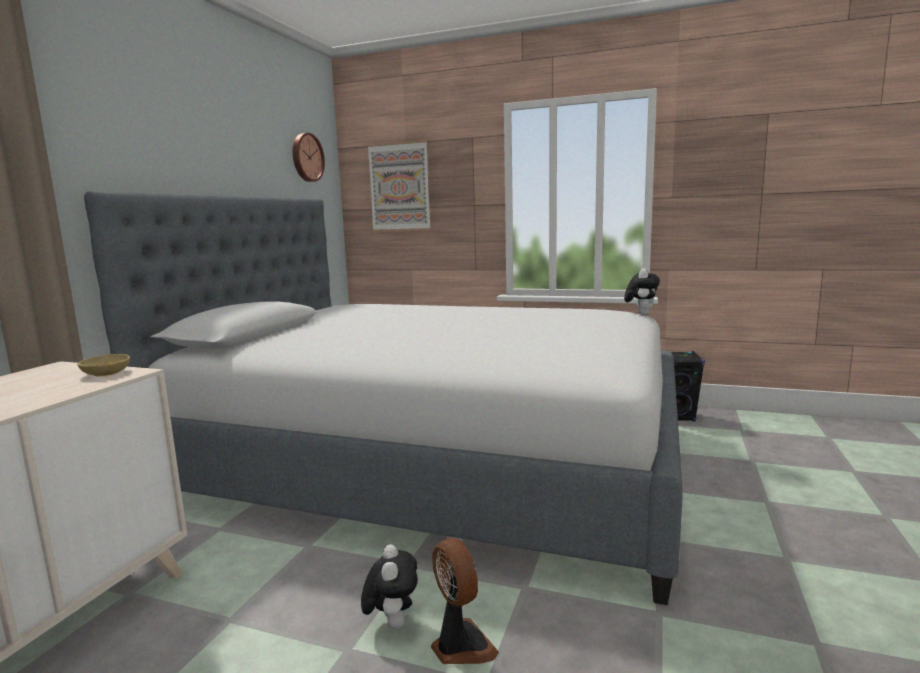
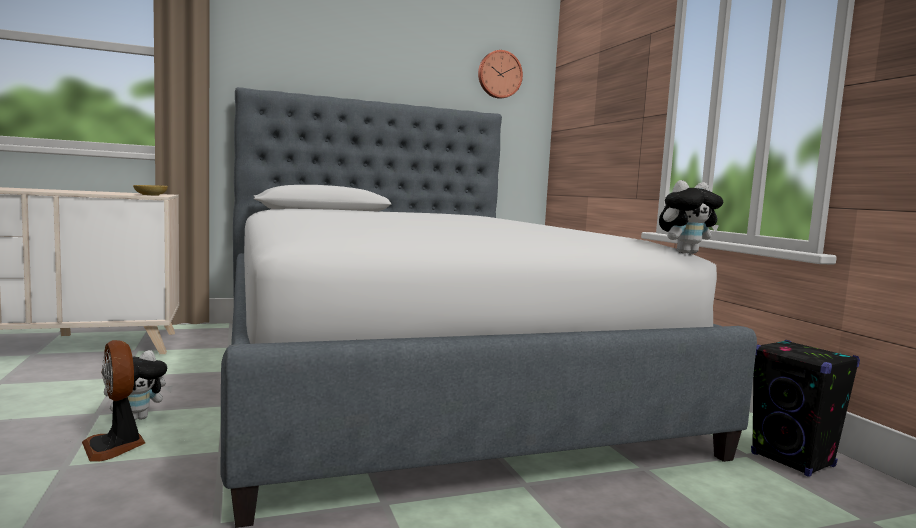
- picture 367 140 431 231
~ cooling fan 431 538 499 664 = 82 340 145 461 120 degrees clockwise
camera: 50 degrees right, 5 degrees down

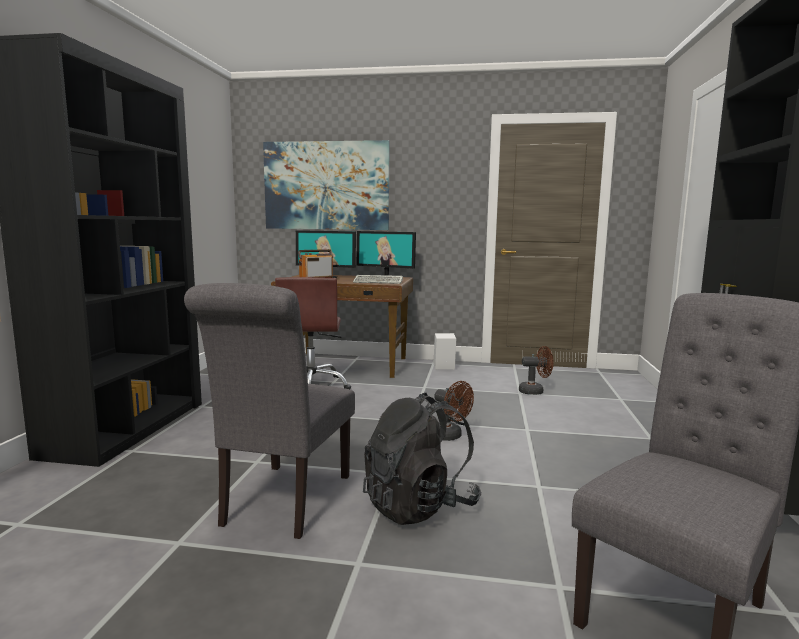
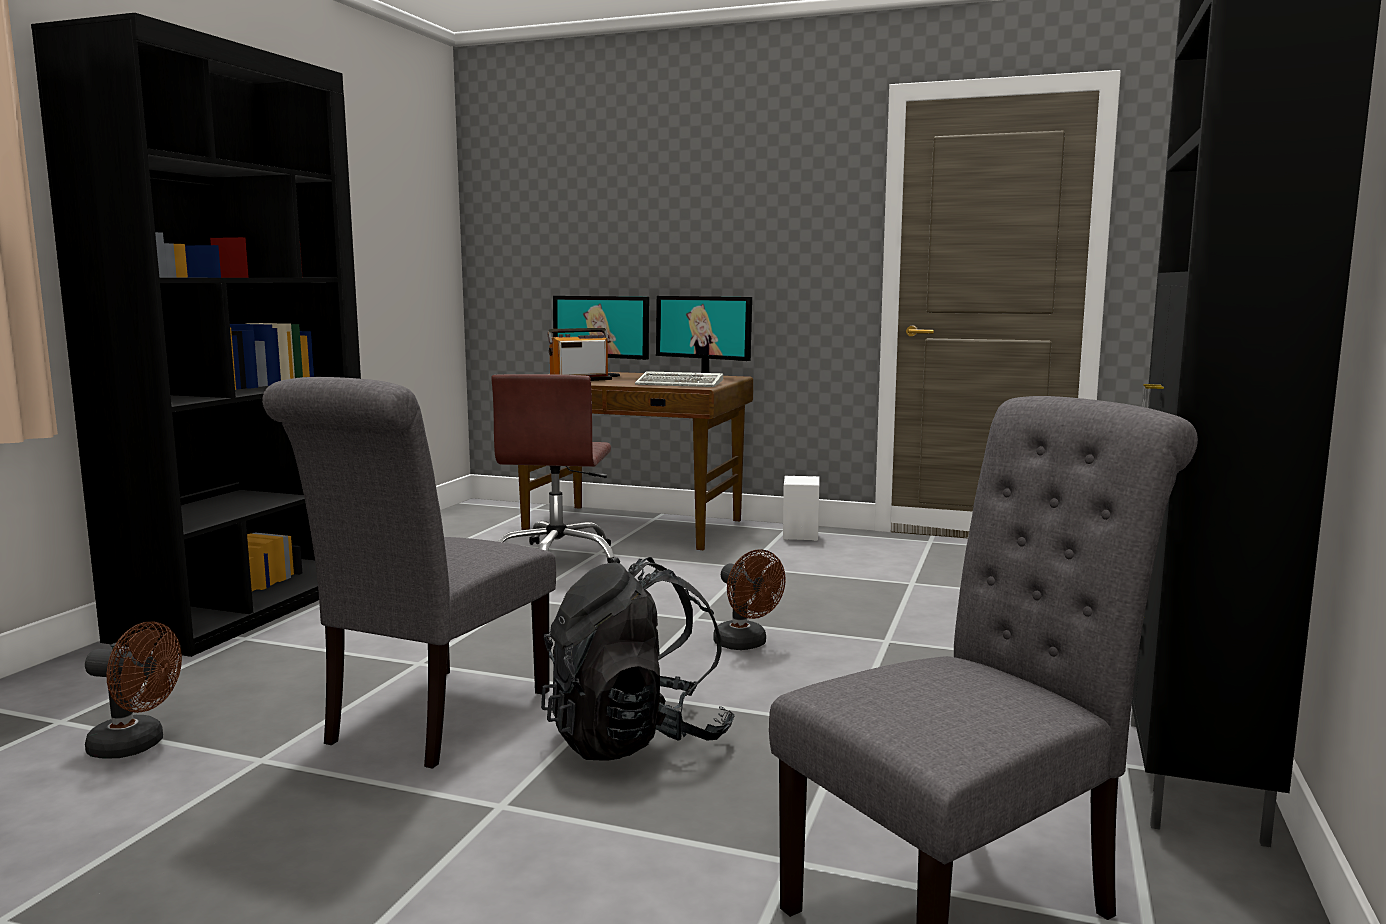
- picture 263 140 390 230
~ cooling fan (brown) 519 346 554 395 to 85 622 182 759
camera: 10 degrees right, 0 degrees up

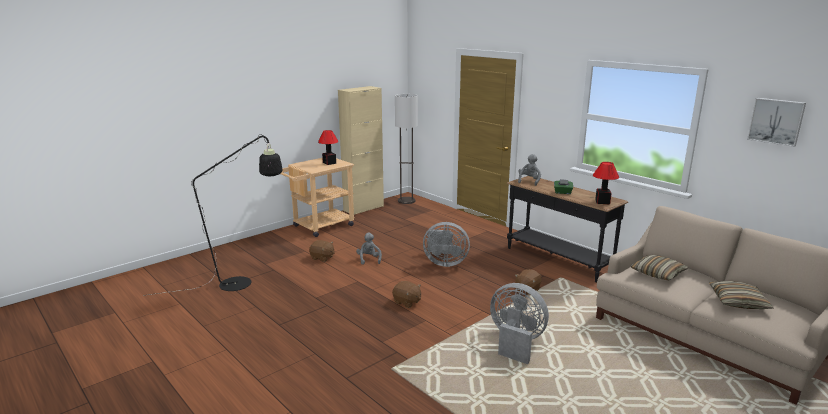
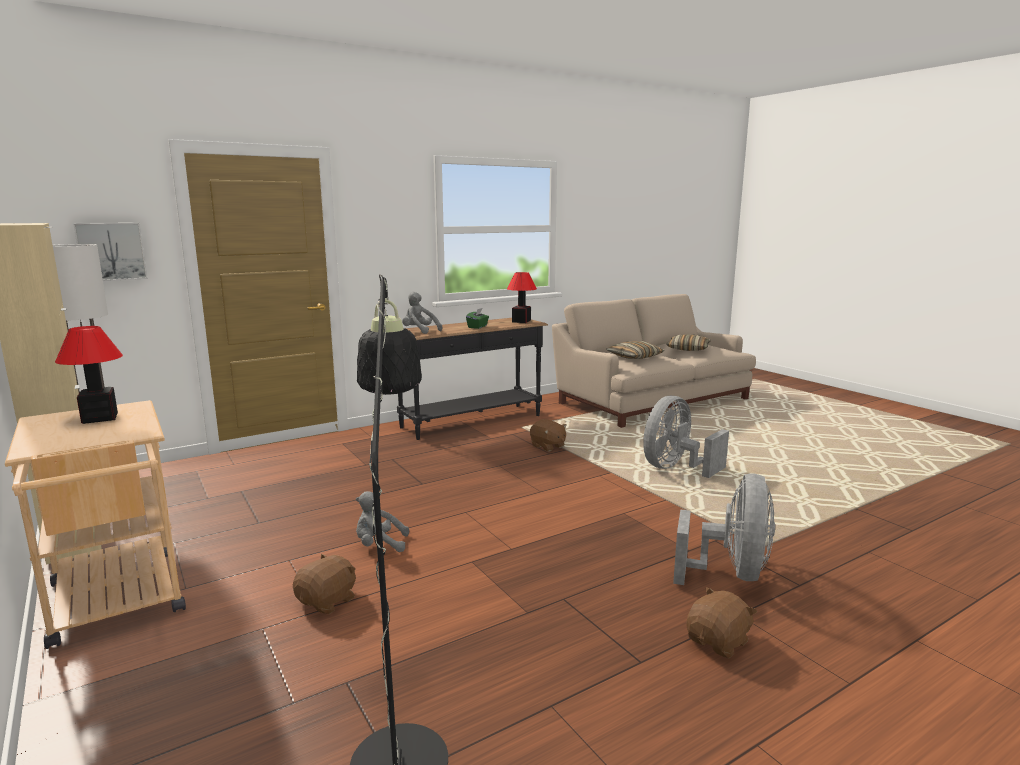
~ soft toy (brown) 392 281 421 308 to 687 587 757 658
~ cooling fan (grey) 423 222 470 267 to 673 473 775 585
~ picture 747 98 806 147 to 73 223 148 281
camera: 80 degrees left, 5 degrees down

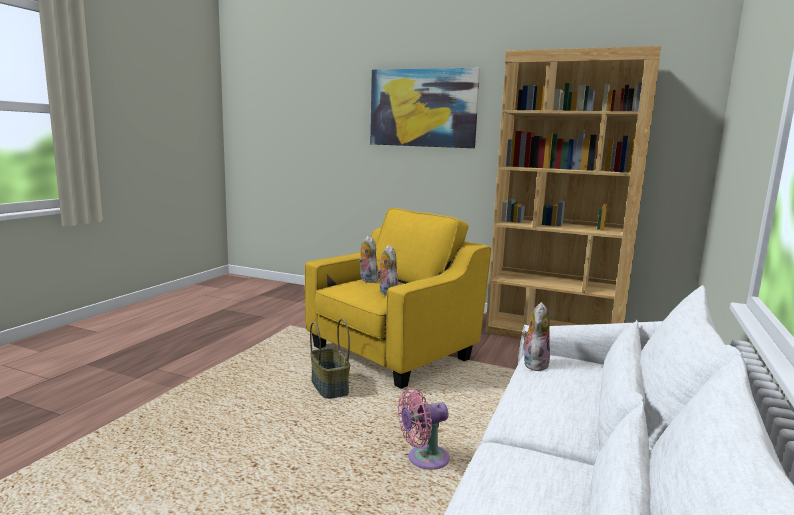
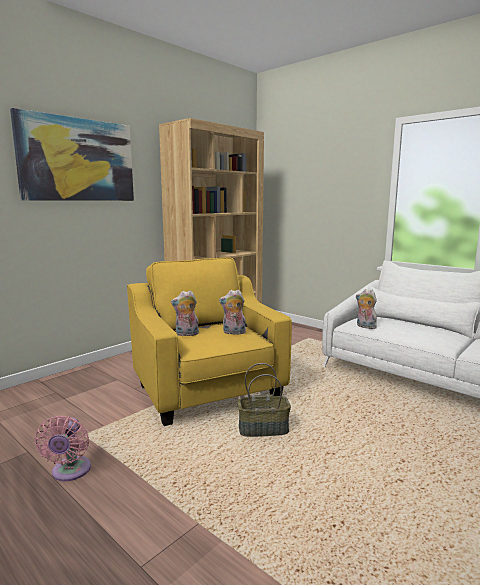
~ cooling fan (pinkish) 398 388 450 470 to 34 415 91 481
camera: 70 degrees left, 0 degrees up

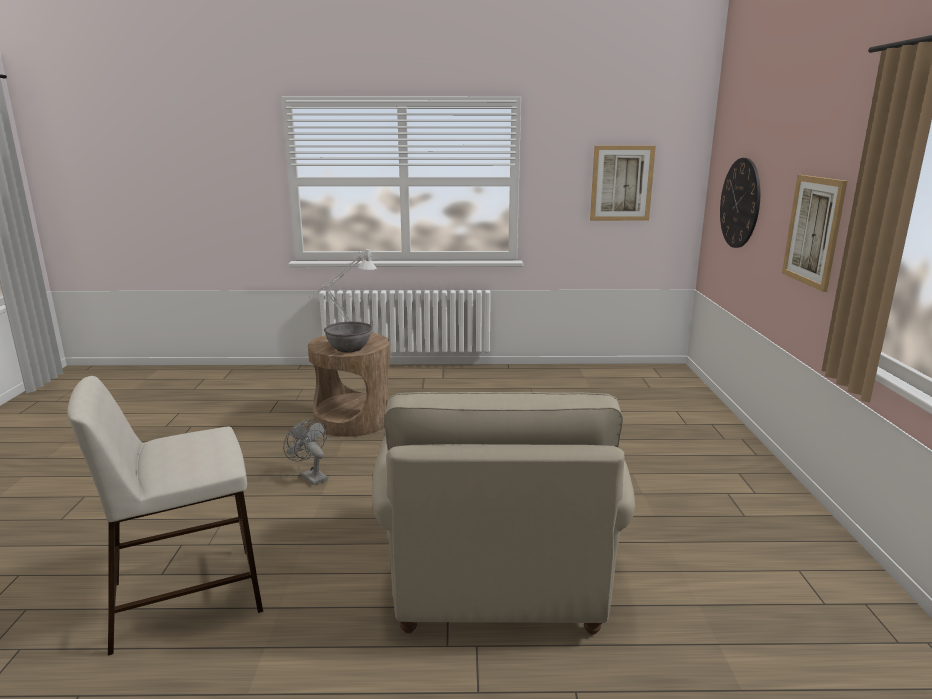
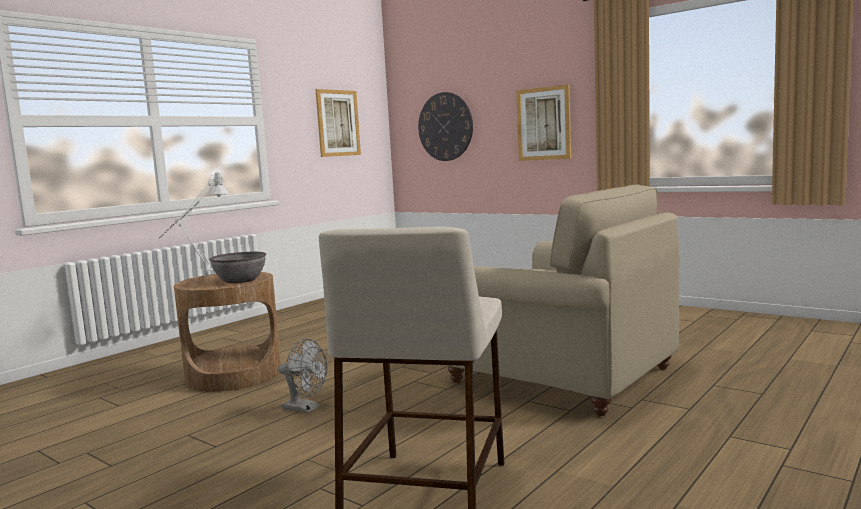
~ cooling fan (grey) 283 419 328 485 = 278 338 328 414 150 degrees counterclockwise
camera: 50 degrees left, 10 degrees down

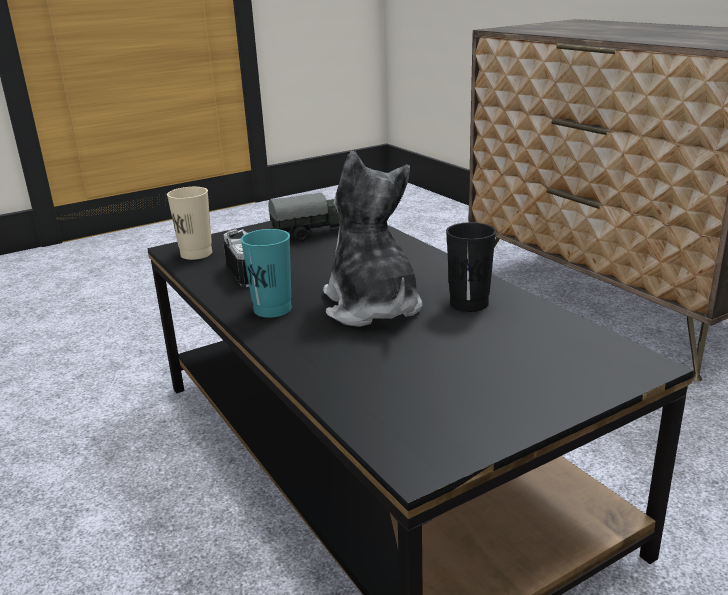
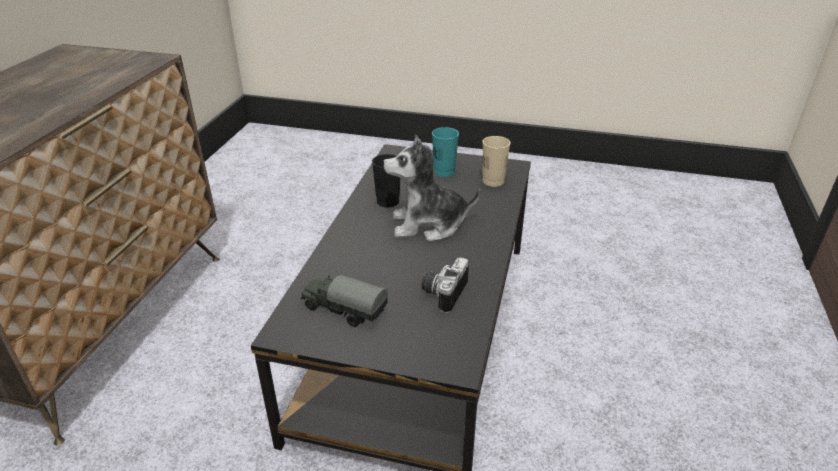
~ small cup (beige-coloured) 167 187 212 260 to 483 136 510 187
~ small cup (turquoise-coloured) 241 229 292 318 to 432 127 459 177
~ soft toy 323 151 422 327 = 383 135 481 242 60 degrees clockwise
camera: 135 degrees left, 10 degrees up

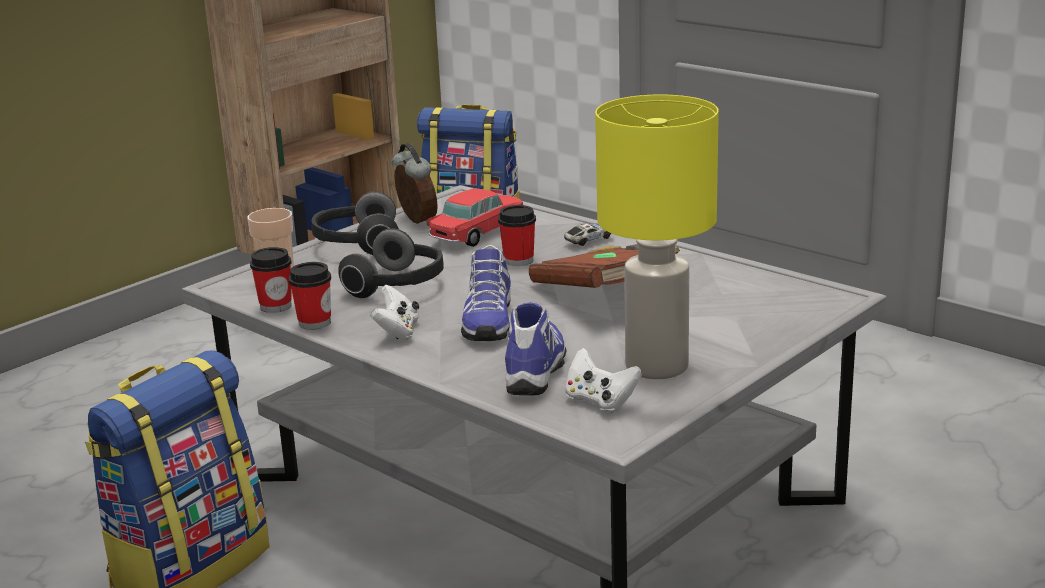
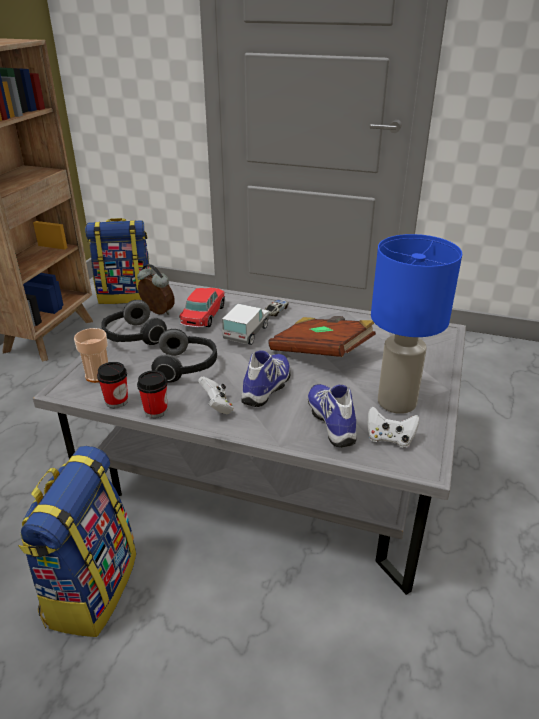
~ small cup 498 205 536 266 to model truck 222 304 269 345
~ tabletop lamp (yellowish) 595 94 719 379 to tabletop lamp (blue) 371 234 462 414
~ low shoe 461 245 511 341 = 241 350 290 407 135 degrees counterclockwise
camera: 25 degrees left, 10 degrees up

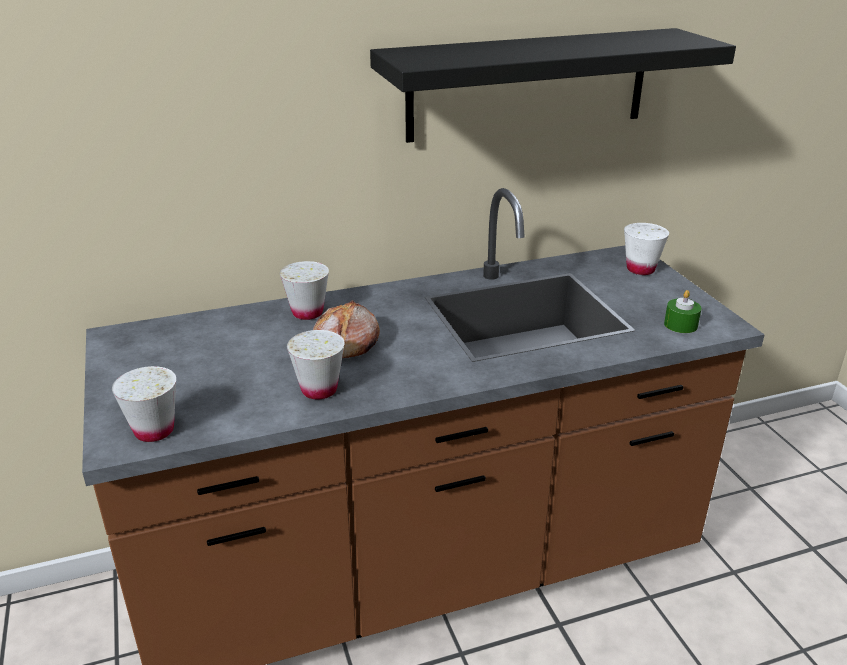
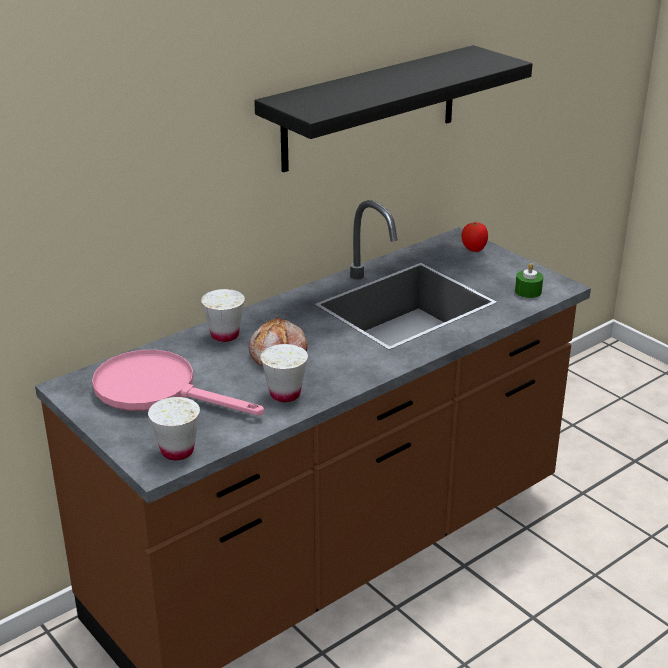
+ pan (pinkish) 92 350 264 415
~ small cup (whitish) 624 223 669 275 to fresh tomato 462 222 488 252
camera: 20 degrees left, 0 degrees up

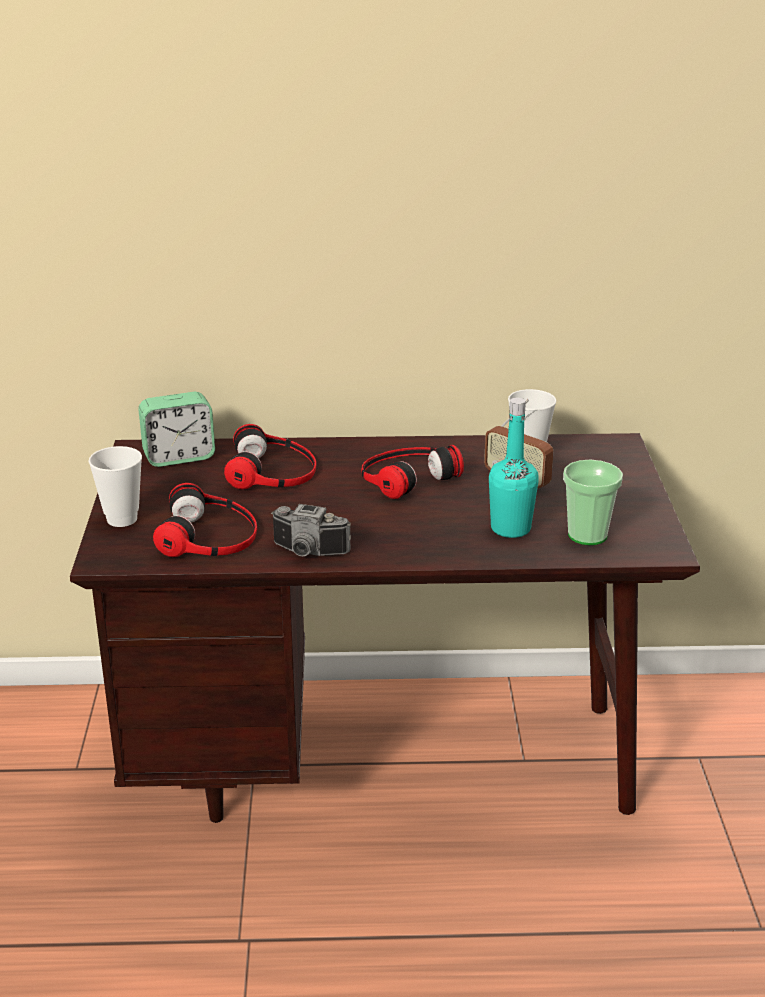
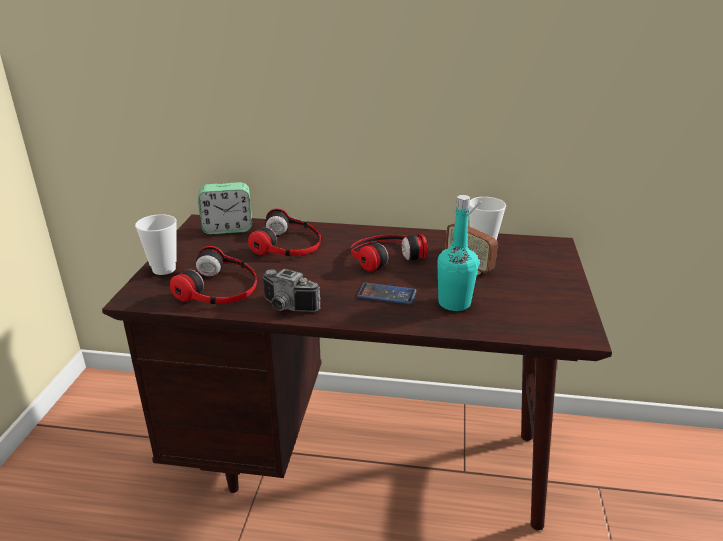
- small cup 563 460 623 545
+ handset 357 282 417 304
camera: 10 degrees right, 0 degrees up

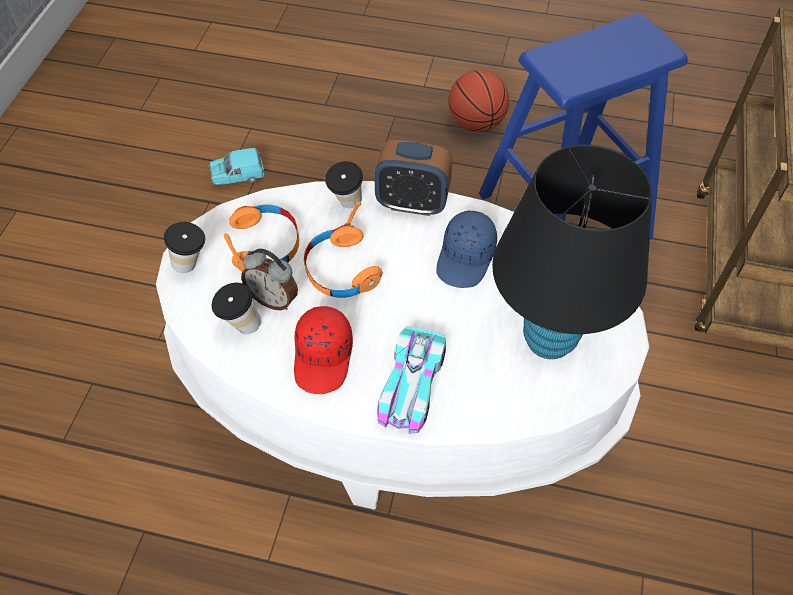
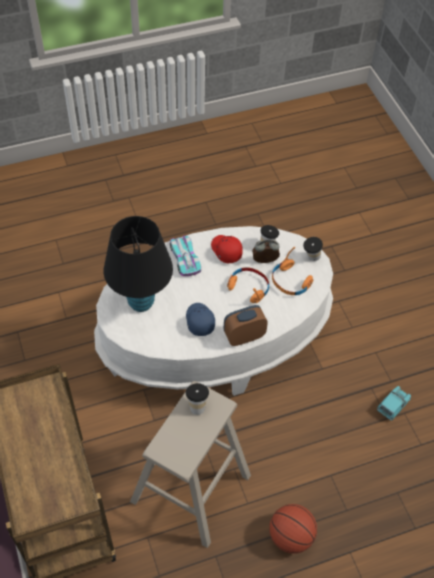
~ small cup 325 161 363 208 to 186 383 209 415
~ sitting stool (blue) 479 14 688 240 to sitting stool (beige-coloured) 130 381 251 548
camera: 145 degrees right, 0 degrees up

